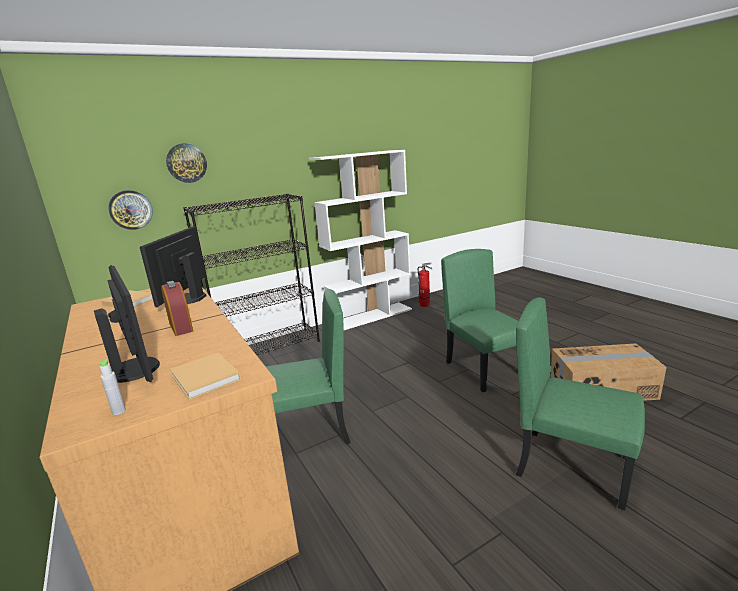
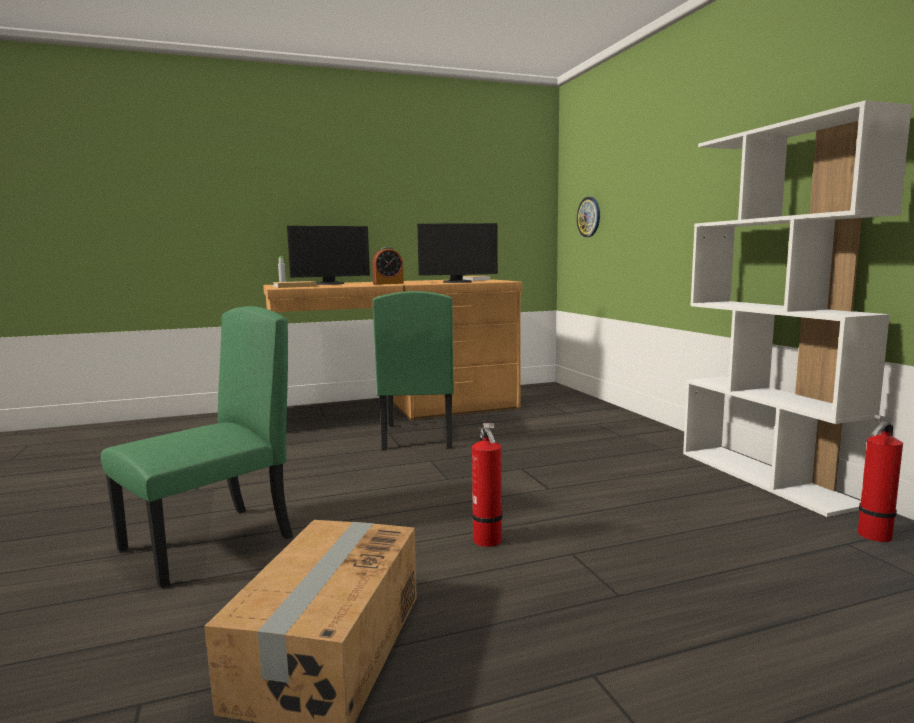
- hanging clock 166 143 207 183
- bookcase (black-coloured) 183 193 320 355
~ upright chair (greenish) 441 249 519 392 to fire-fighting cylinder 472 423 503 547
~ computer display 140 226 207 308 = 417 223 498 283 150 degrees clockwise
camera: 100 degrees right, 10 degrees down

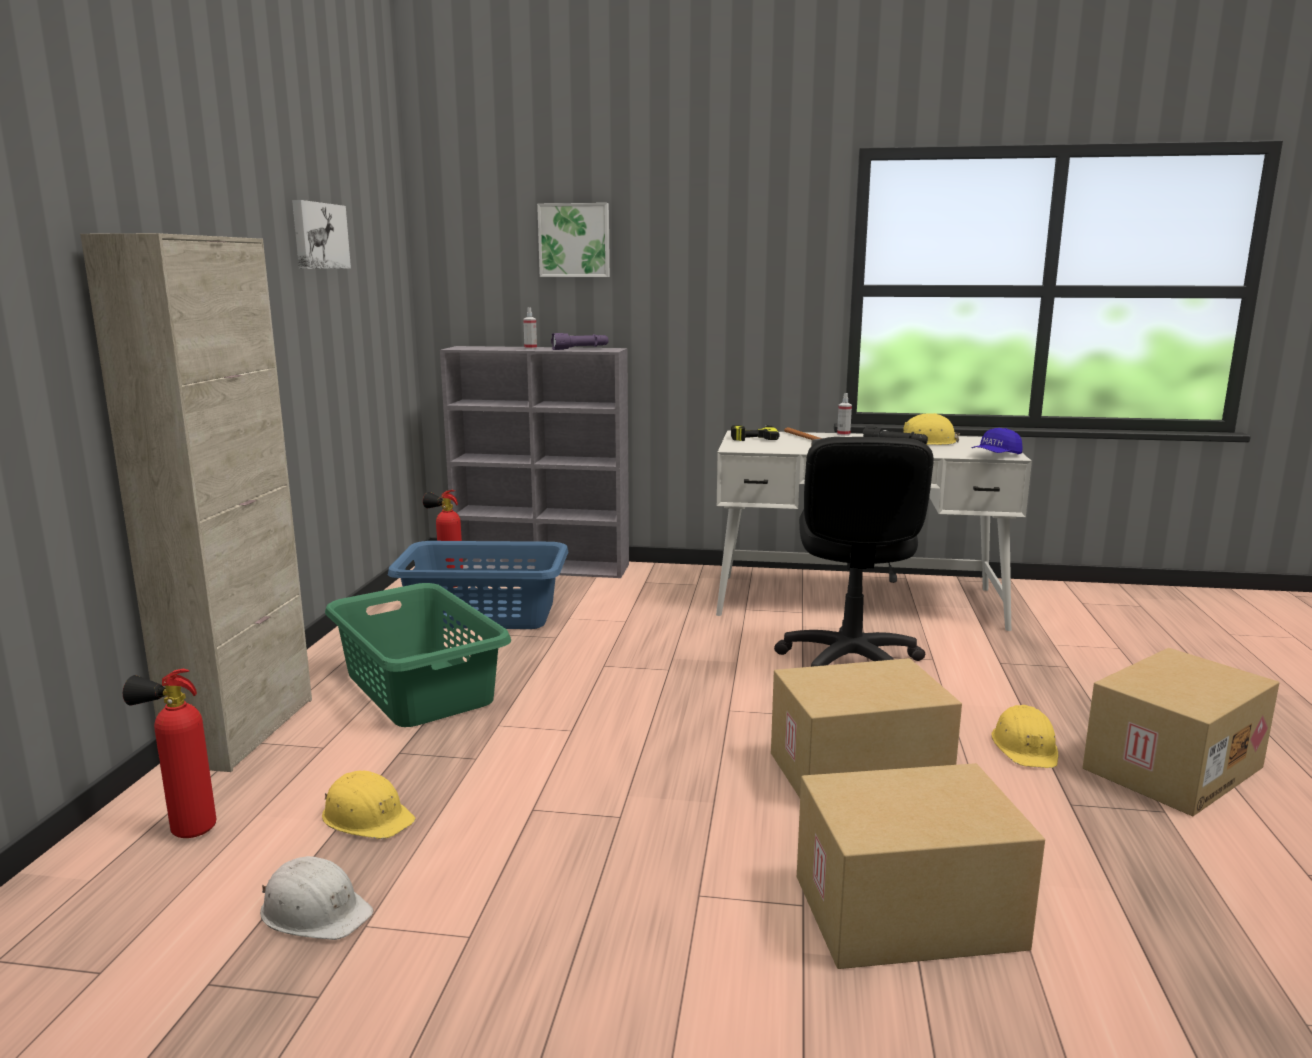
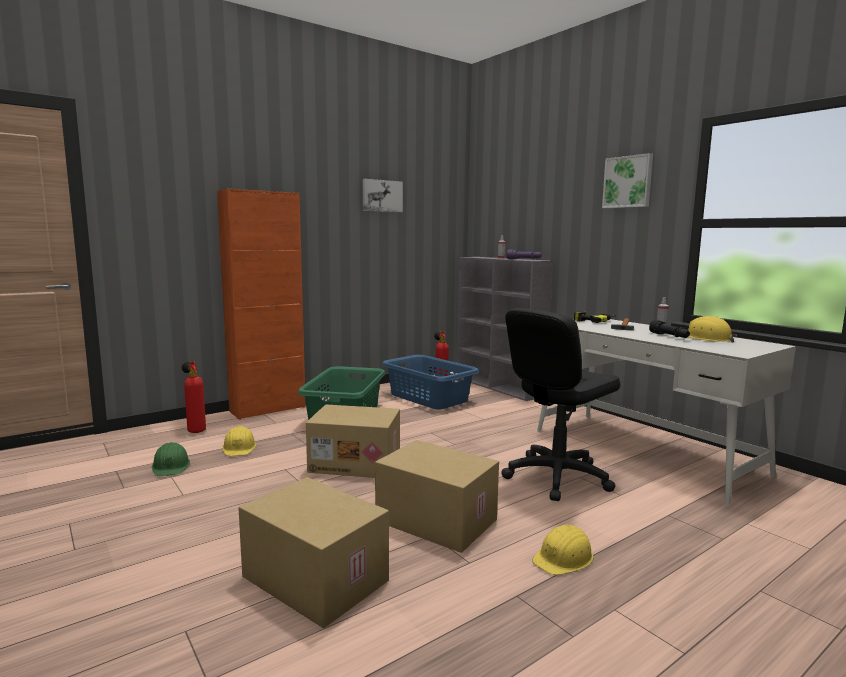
- baseball cap (blue) 972 428 1022 454
~ picture 537 203 610 277 to 602 153 653 208
~ carton 1082 648 1279 816 to 306 405 400 478
~ cabinet (beige-coloured) 80 233 312 772 to cabinet (orange) 217 189 306 420
~ hard hat (whitish) 260 856 374 940 to hard hat (greenish) 152 442 190 476
camera: 45 degrees right, 5 degrees down

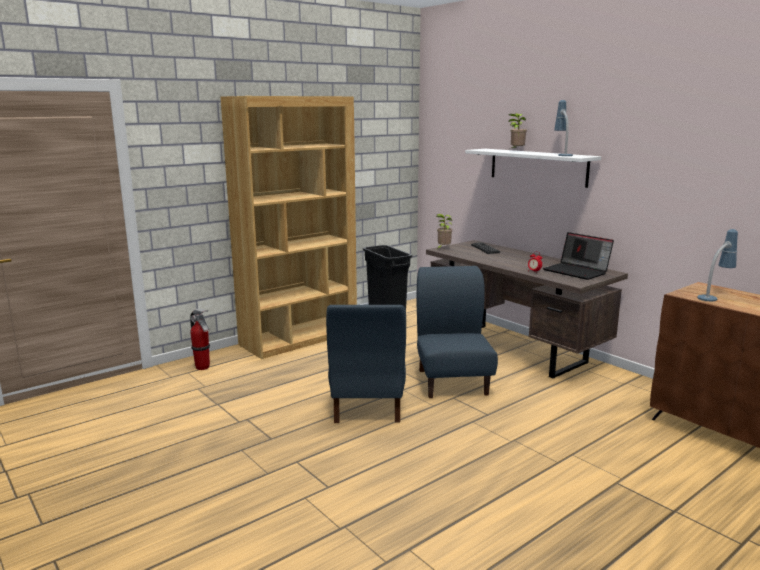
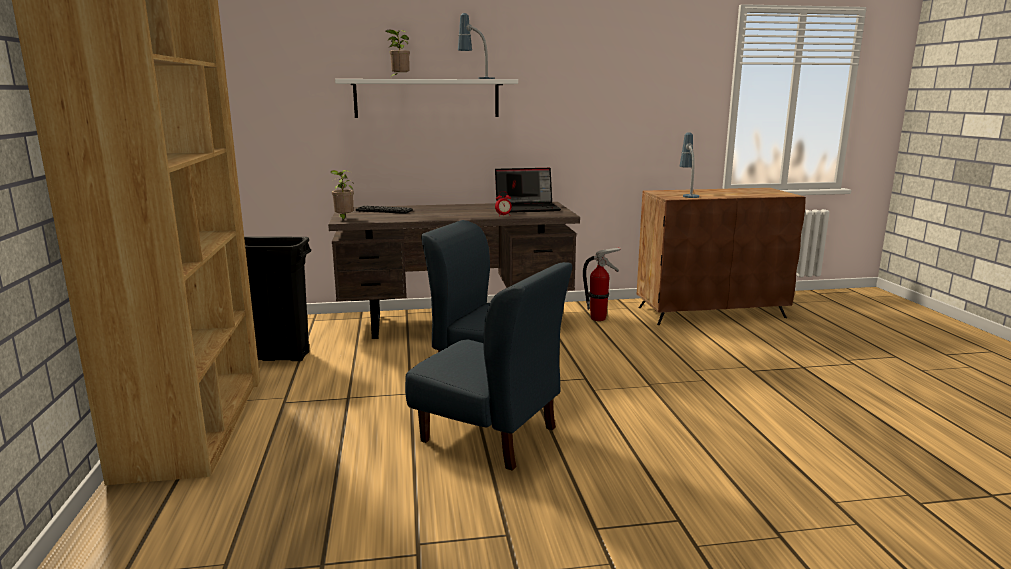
~ fire-fighting cylinder 190 308 210 370 to 583 247 621 321
camera: 60 degrees left, 0 degrees up

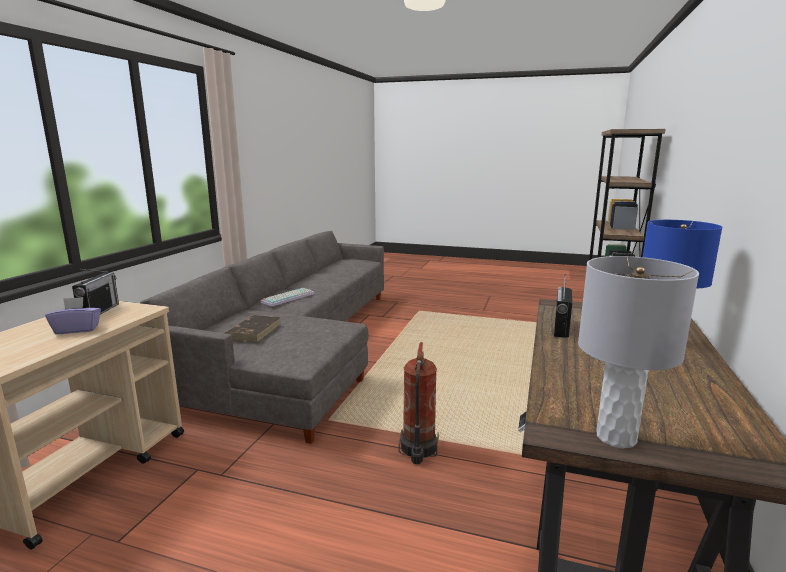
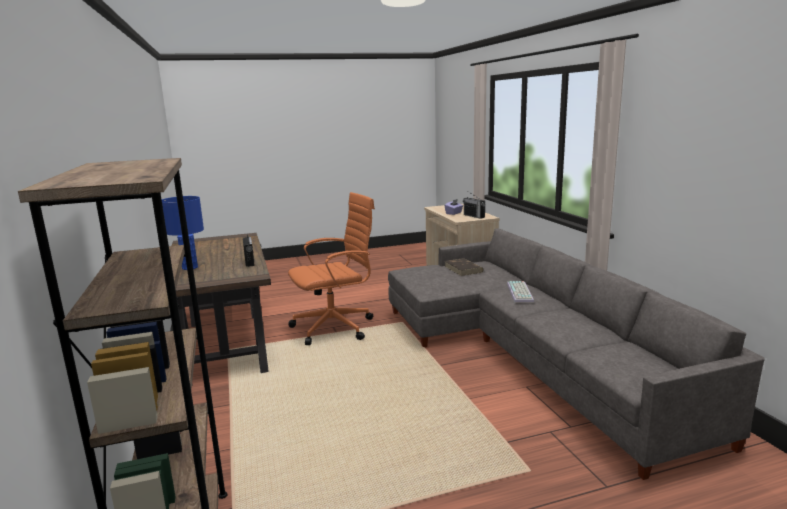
- tabletop lamp (grey) 578 256 699 448
~ fire-fighting cylinder 398 342 439 464 to computer chair (orange) 288 192 375 345
camera: 145 degrees right, 0 degrees up

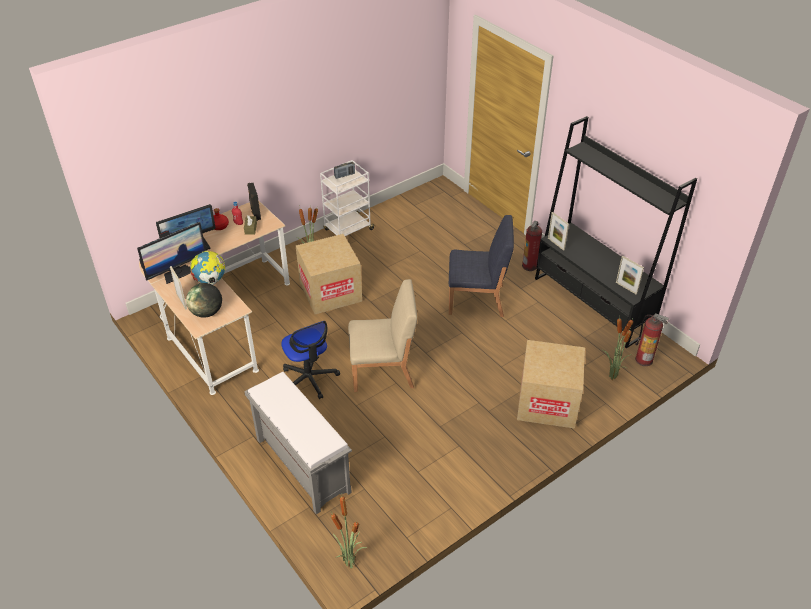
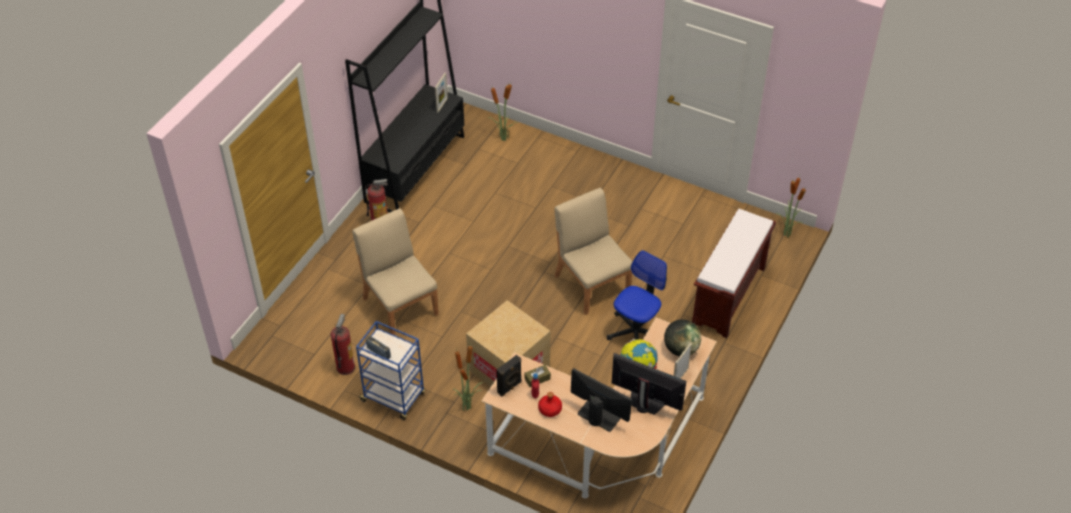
- upright chair (blue) 449 215 514 317
- carton 517 340 585 429
- standing frame 548 212 569 251
+ upright chair (beige-coloured) 352 208 439 335
~ fire-fighting cylinder 635 313 669 366 to 331 314 355 375
~ bench (grey) 245 372 352 514 to bench (brown) 692 209 776 338
~ cart (whitish) 320 160 376 236 to cart (blue) 356 321 425 420
camera: 115 degrees left, 5 degrees up

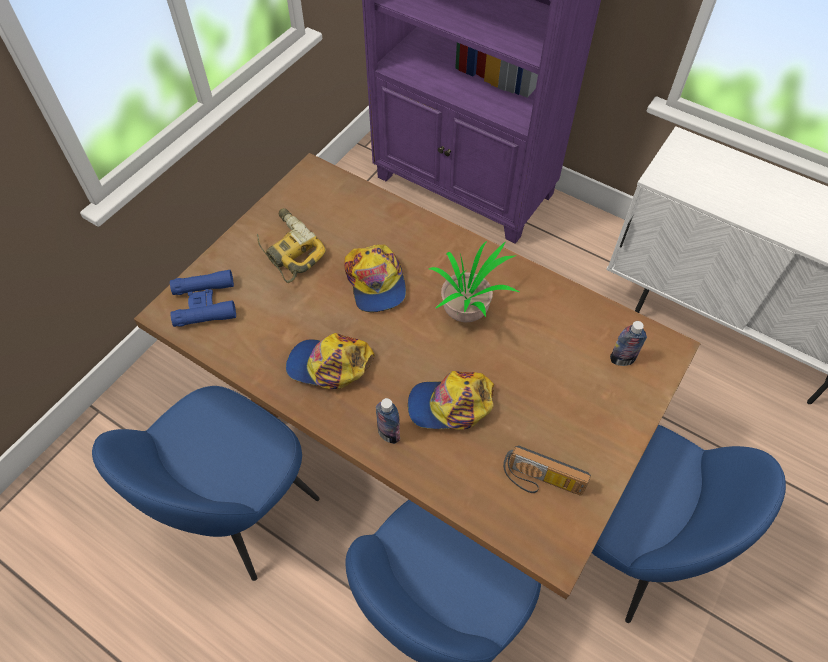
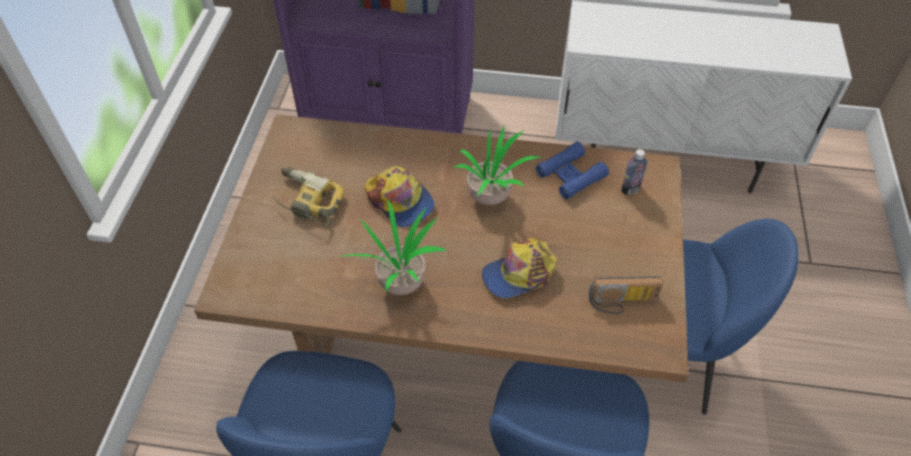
- drink bottle 376 398 400 444
~ field glasses (blue) 170 270 236 327 to 536 142 609 199
~ baseball cap 286 333 375 389 to houseplant 340 200 446 295
camera: 25 degrees left, 5 degrees down

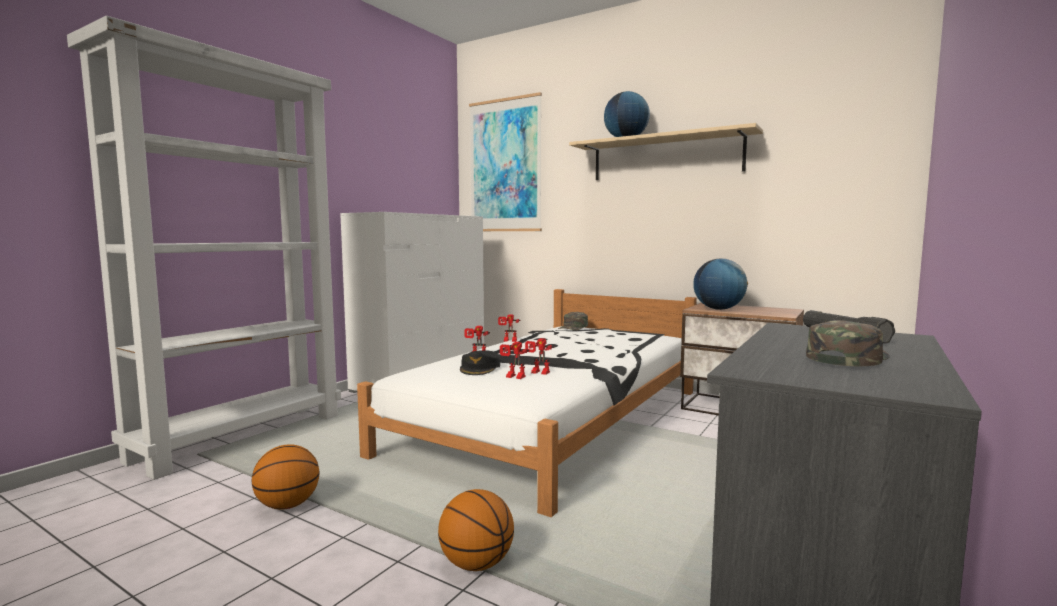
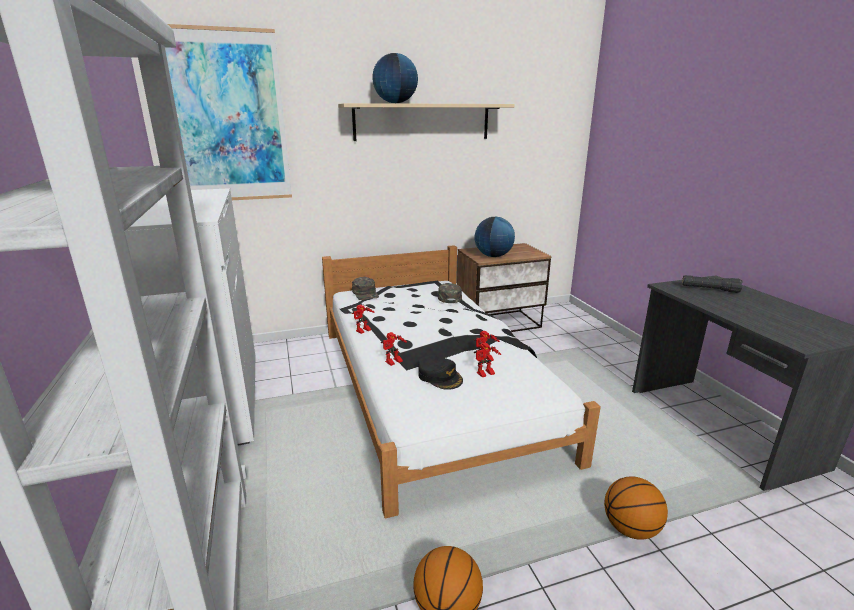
~ baseball cap (greenish) 806 320 890 366 to 438 283 462 303
camera: 50 degrees left, 15 degrees up

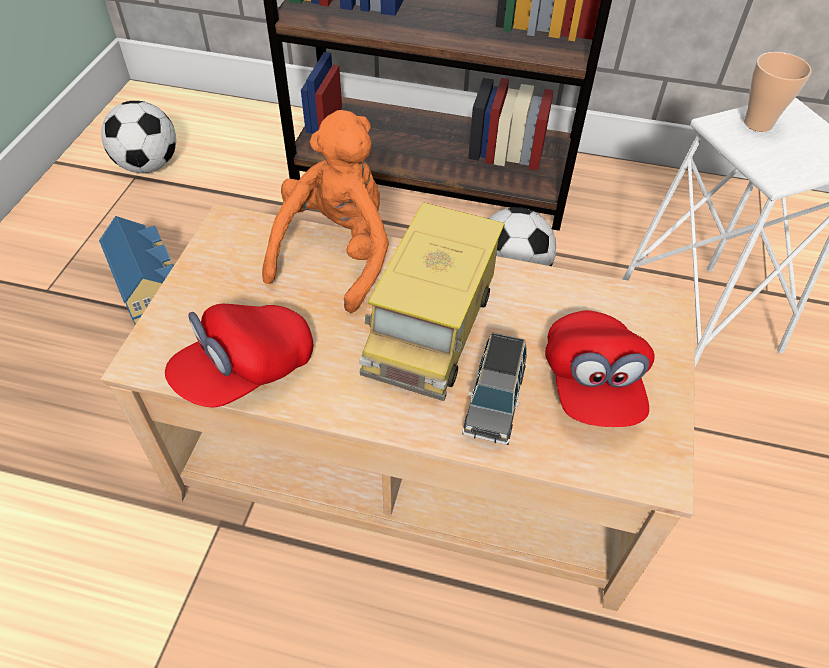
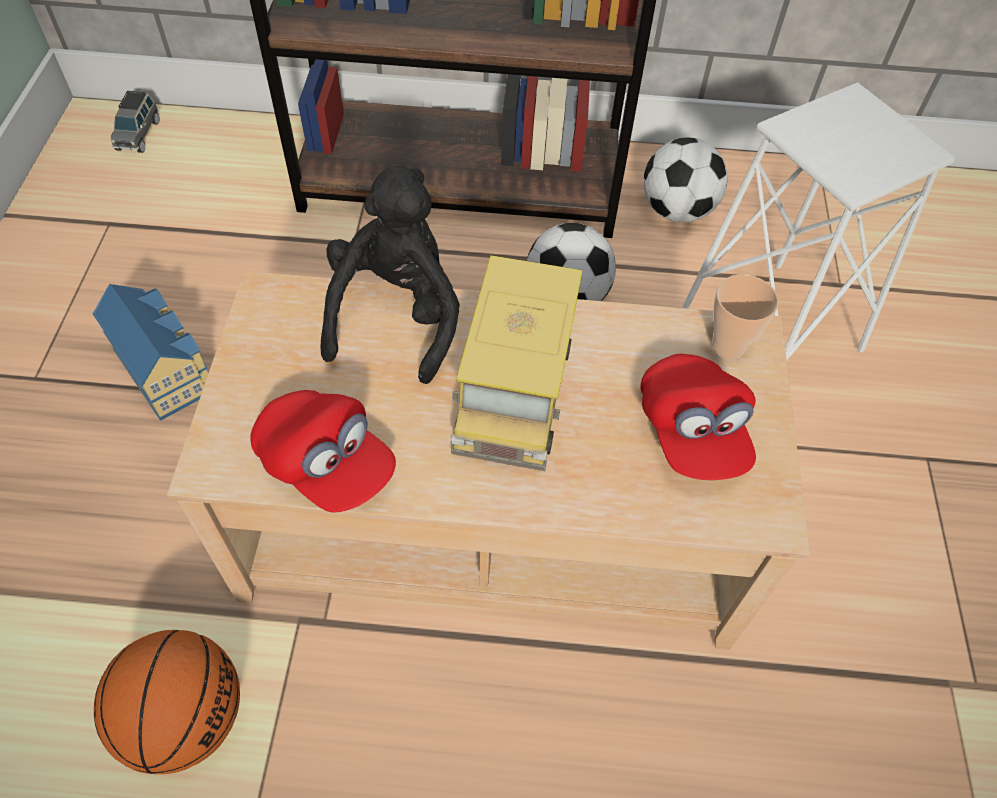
+ basketball ball 94 630 240 774
~ ball for football 101 101 176 173 to 643 137 728 223
~ miniature car (grey) 462 333 527 445 to 111 90 159 153
~ small cup 744 52 812 132 to 712 274 779 359
~ soft toy (orange) 262 110 389 313 to soft toy (black-coloured) 320 166 460 384
~ baseball cap (red) 165 304 313 407 = 250 390 396 512 90 degrees counterclockwise
camera: 10 degrees left, 5 degrees up

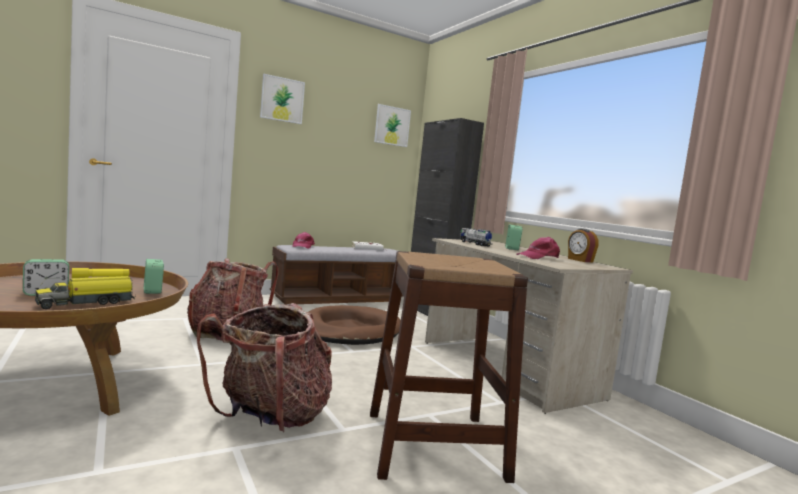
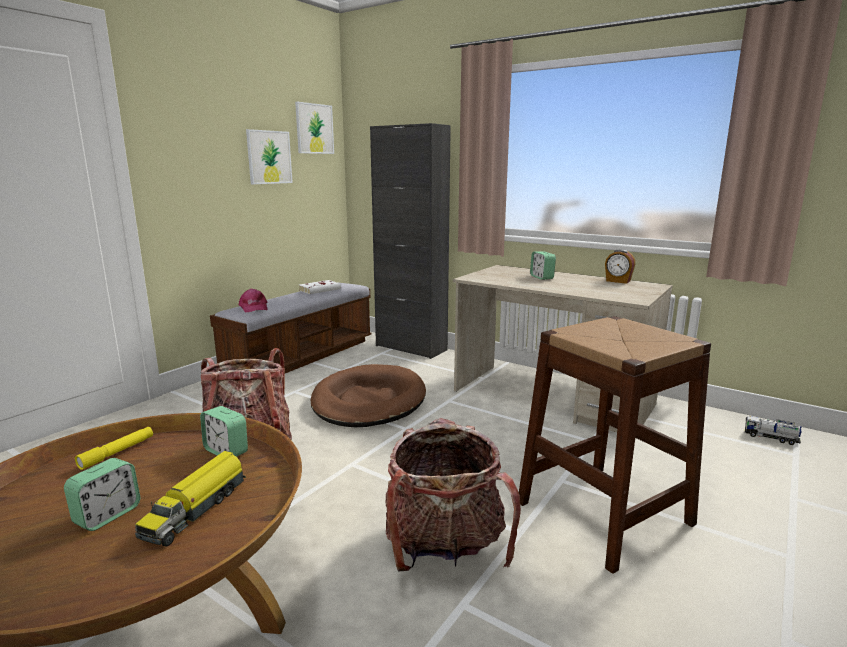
- baseball cap (pinkish) 517 237 560 259
~ picture 260 74 305 124 to 246 129 293 184
~ model truck 460 228 493 246 to 745 416 801 445
camera: 25 degrees left, 10 degrees up

